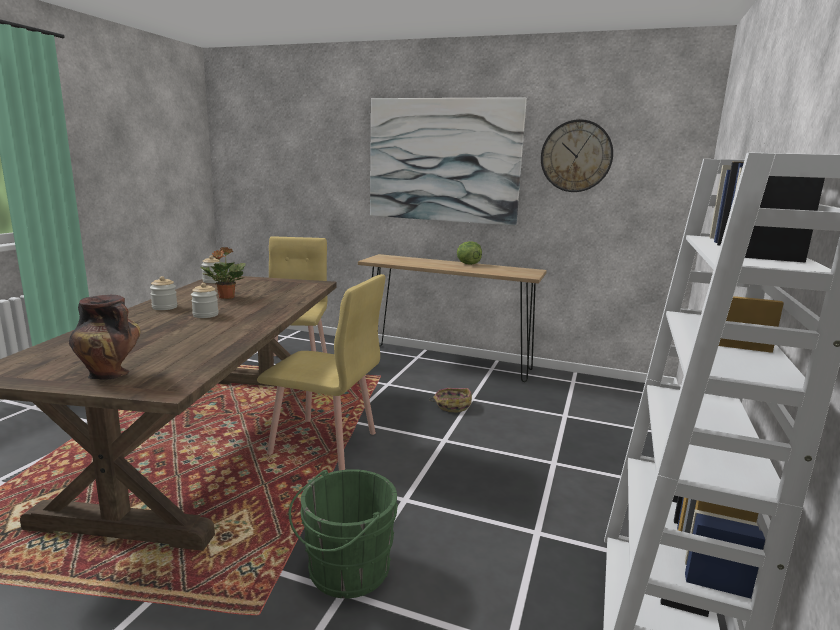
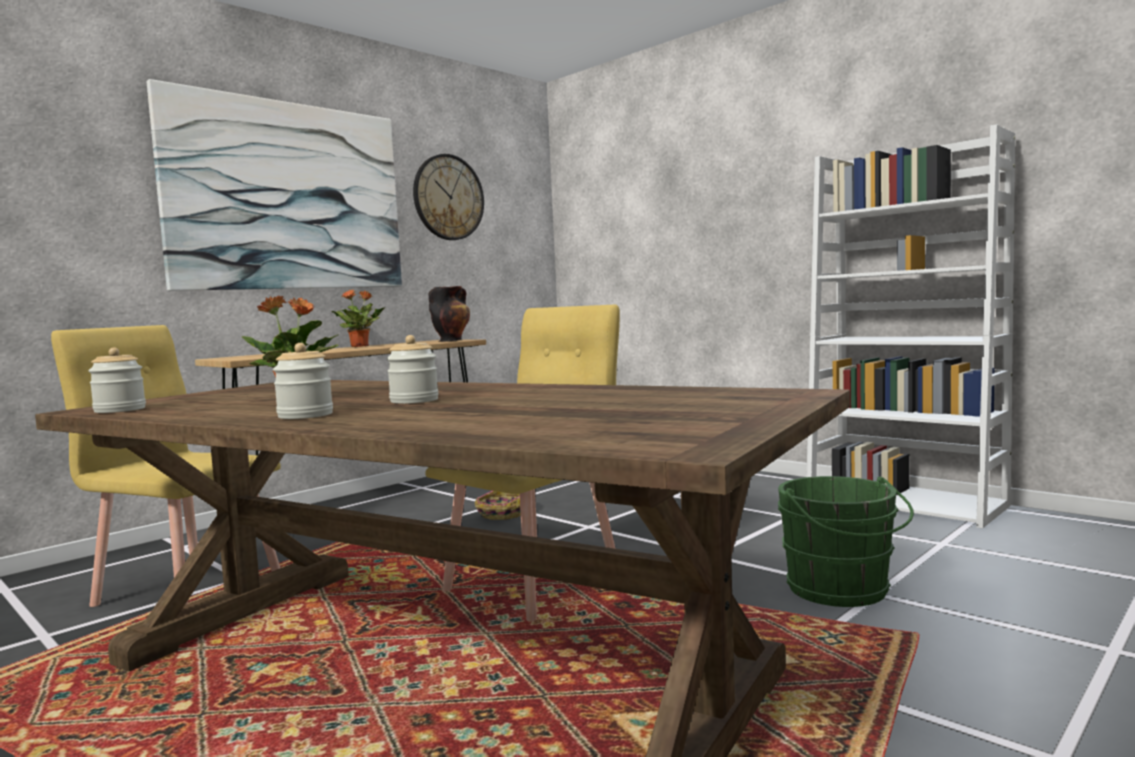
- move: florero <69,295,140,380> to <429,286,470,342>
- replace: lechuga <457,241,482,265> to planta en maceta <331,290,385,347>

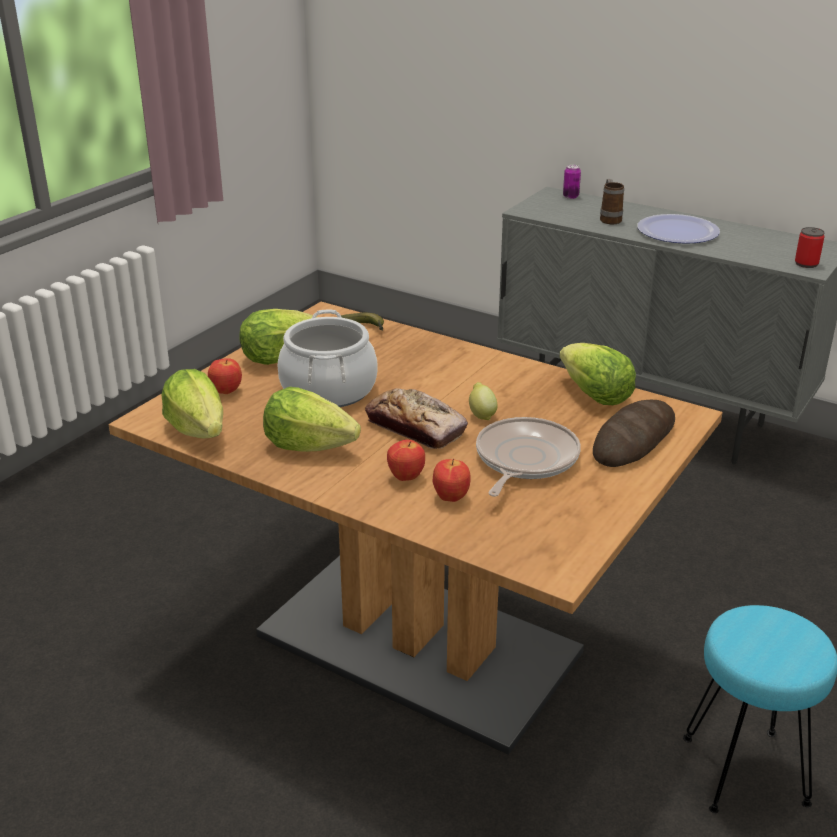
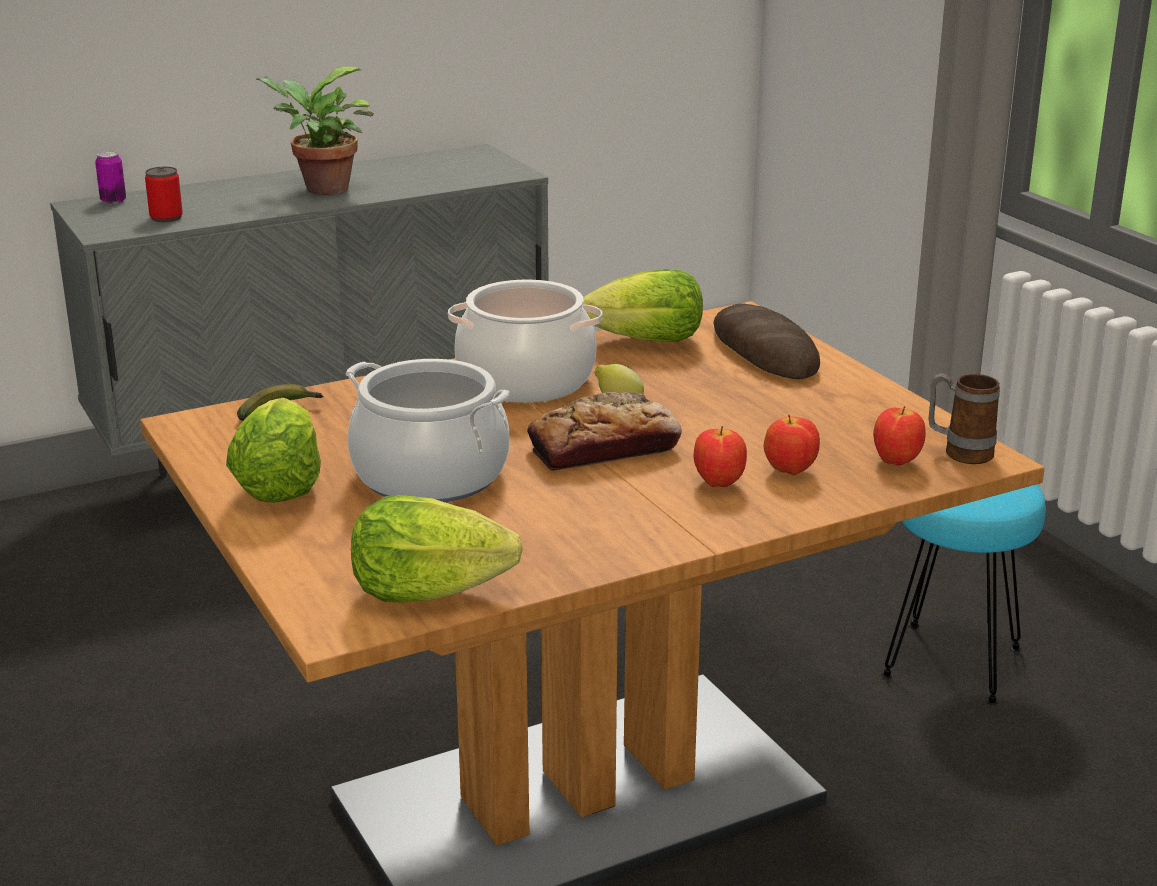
- move: manzana <208,358,242,394> to <873,406,926,466>
- delete: lechuga <263,387,361,452>
- delete: sartén <476,417,581,497>
- move: taza grande <600,179,624,224> to <929,373,1000,464>
- replace: plato <637,214,720,244> to planta en maceta <256,67,374,195>
- move: lata <795,227,825,268> to <145,167,183,222>
- insert: olla <448,280,602,403>

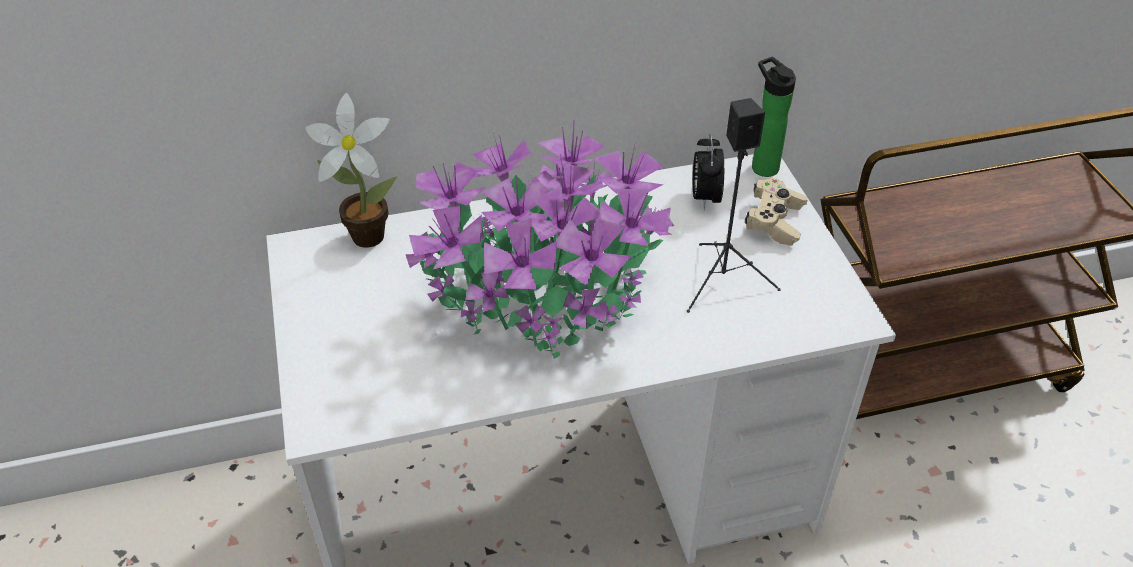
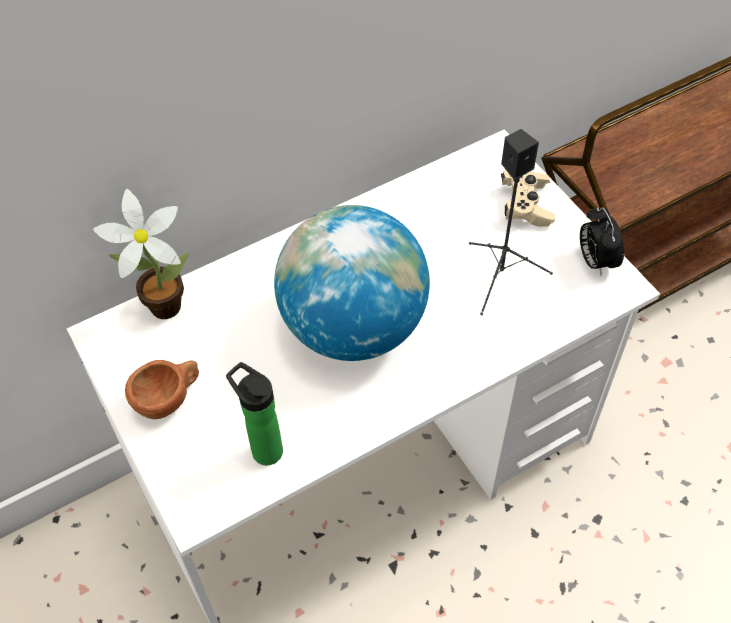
- replace: planta en maceta <406,120,674,359> to globo terráqueo <274,205,430,361>
- move: despertador <693,134,724,210> to <580,207,624,276>
- move: botella <752,57,796,177> to <226,362,283,465>
- insert: taza/marrón <125,360,199,419>

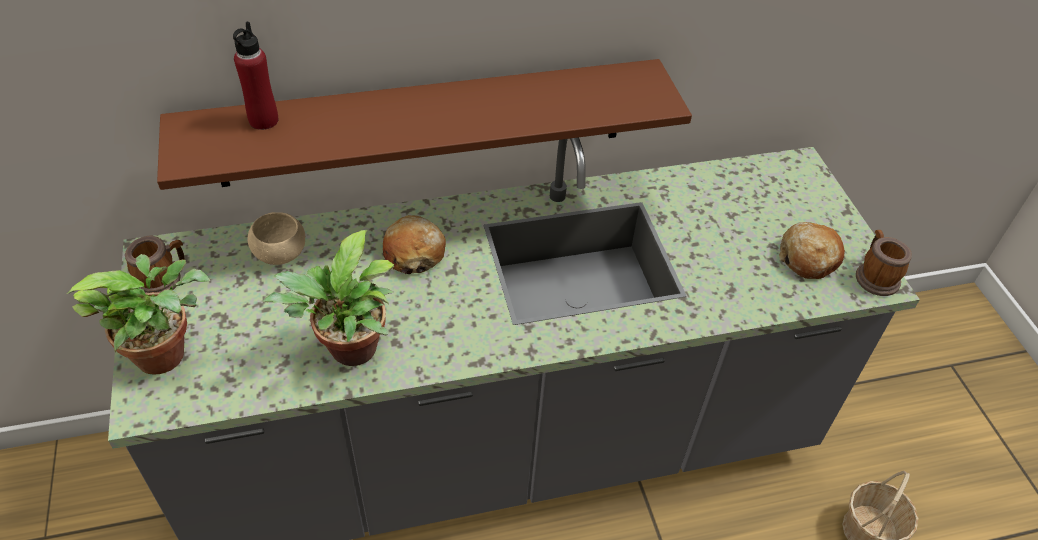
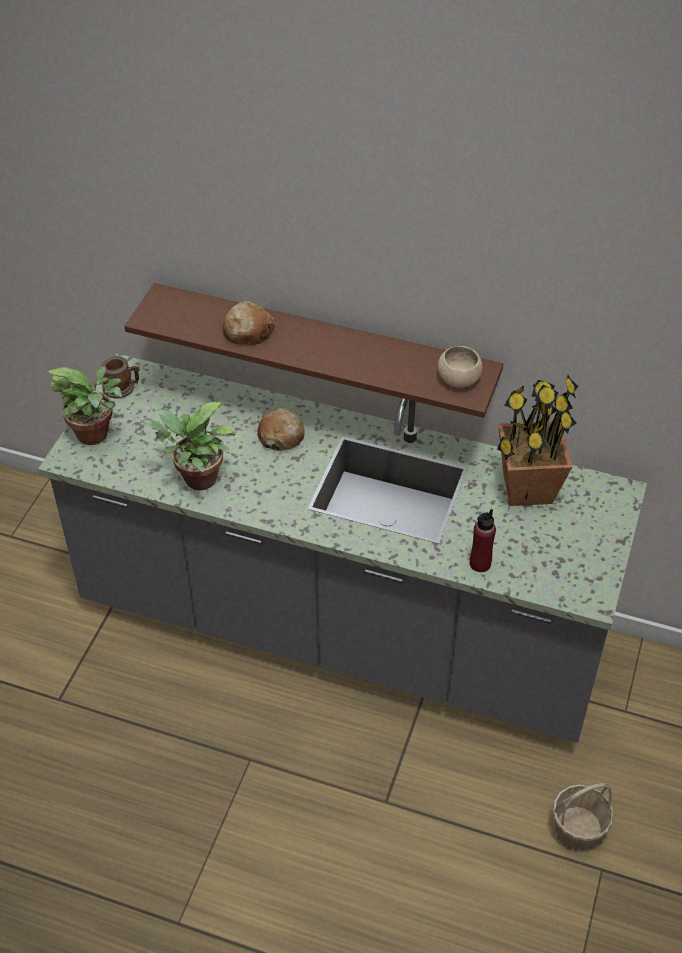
- move: botella/rojo <233,22,278,130> to <470,509,496,572>
- move: cuenco/beis <247,212,305,265> to <438,346,482,388>
- move: pan <779,222,845,279> to <223,301,275,345>
- delete: taza grande <856,230,912,296>
- insert: planta en maceta <497,375,578,506>

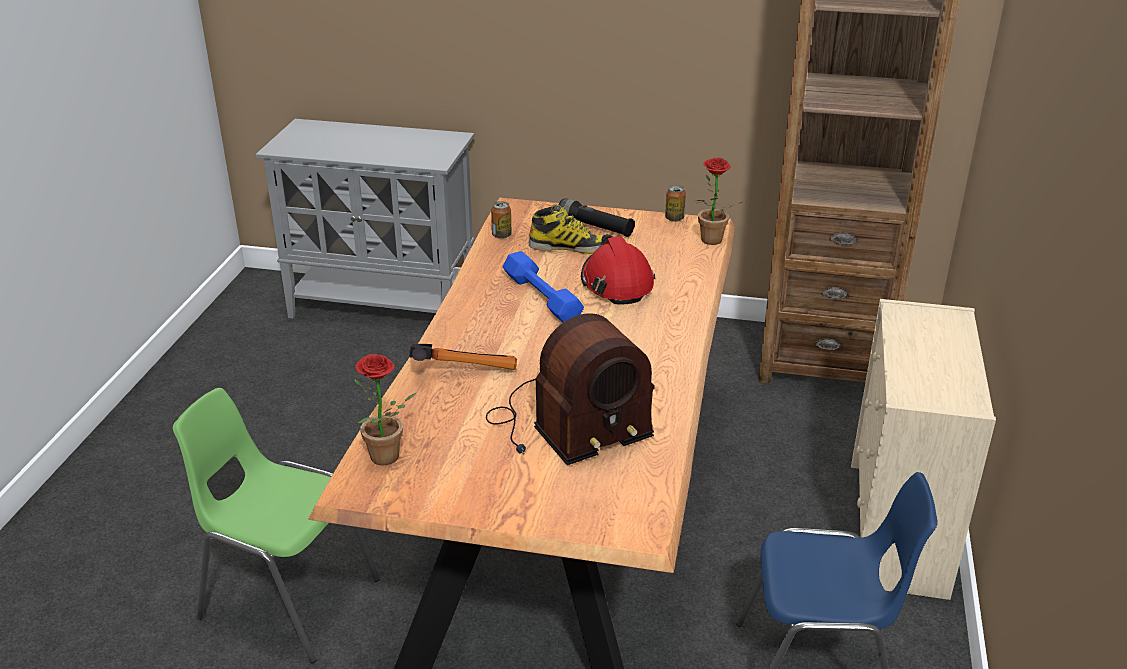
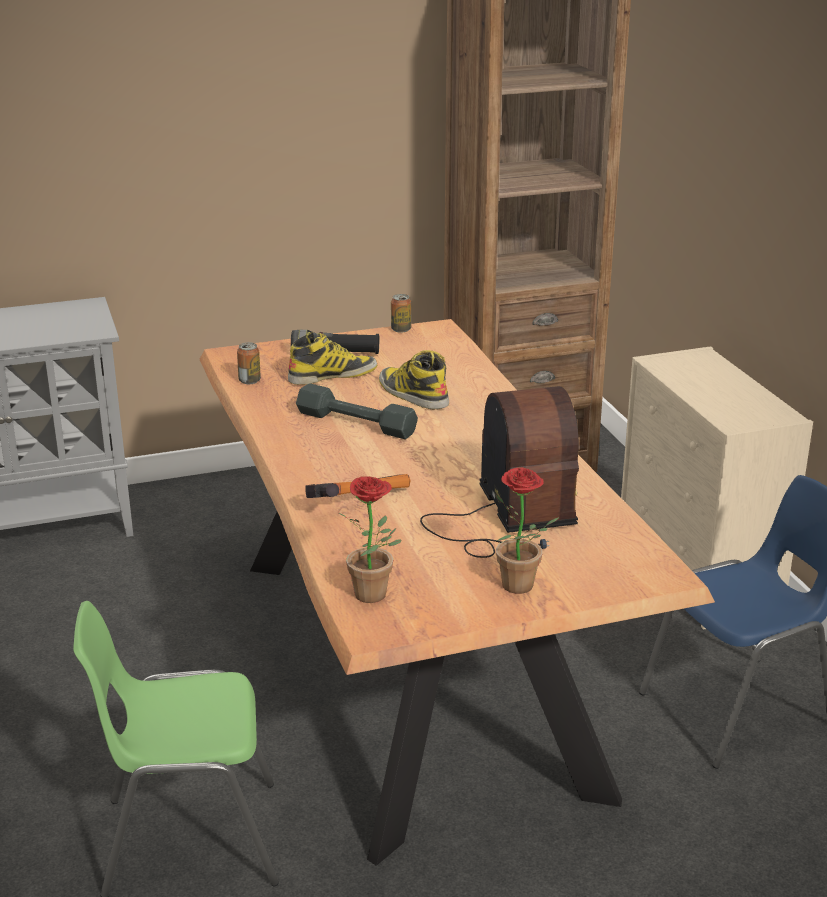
- rotate: radio <486,313,655,465> = <420,386,579,558> 45 degrees counterclockwise
- recolor: mancuerna/azul <502,251,584,322> to mancuerna/gris <296,383,418,439>
- replace: casco/rojo <581,234,656,305> to bota <379,350,449,409>
- move: planta en maceta <693,158,745,245> to <496,467,559,594>

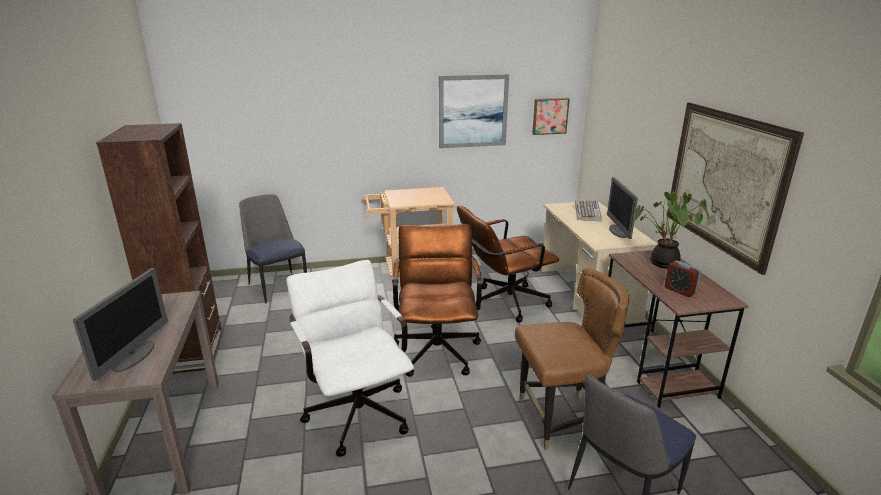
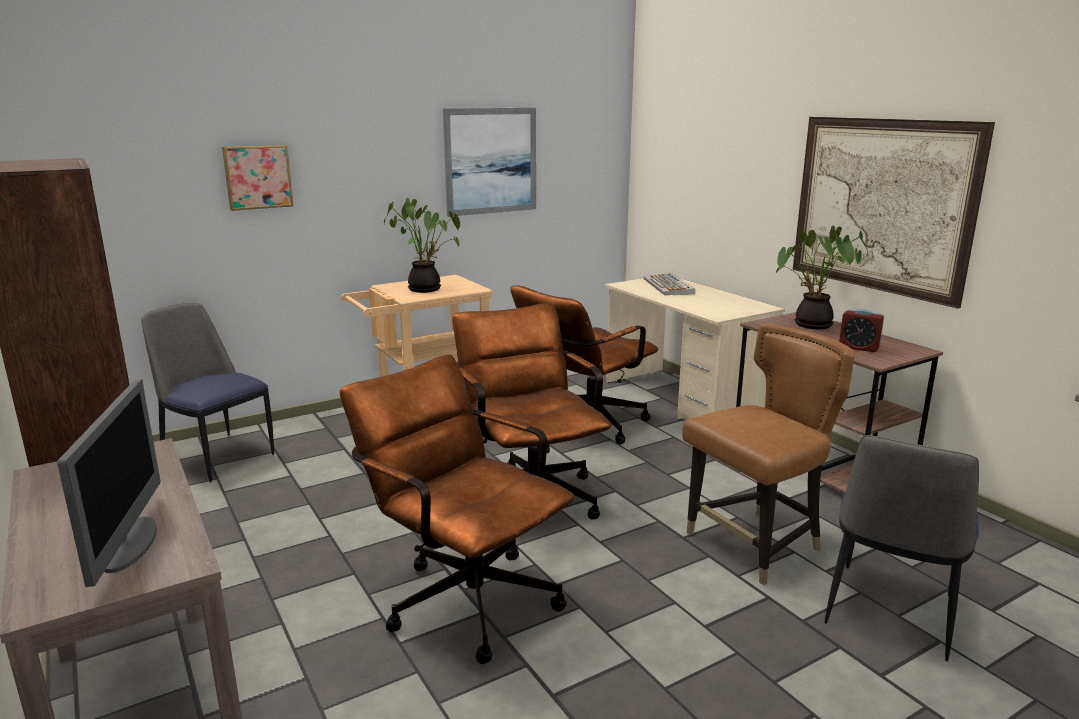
- recolor: silla de oficina/blanco <287,260,414,457> to silla de oficina/marrón <340,354,575,664>
- move: cuadro <532,98,570,135> to <222,145,293,211>
- delete: monitor <607,177,638,239>
- insert: planta en maceta <384,198,460,293>

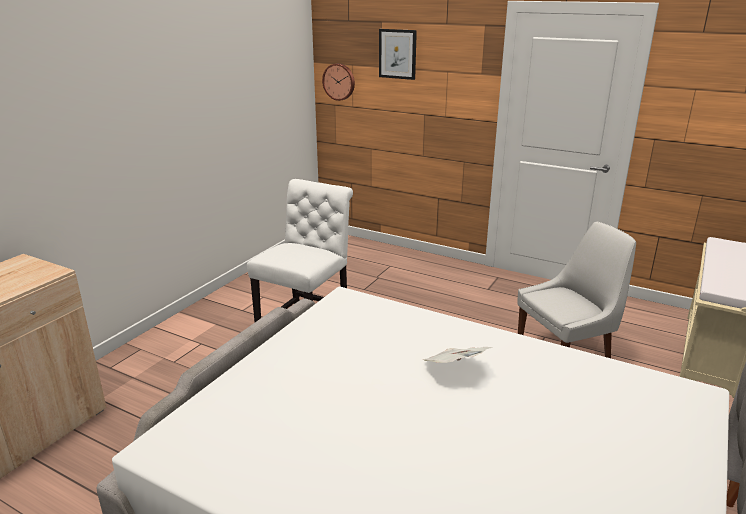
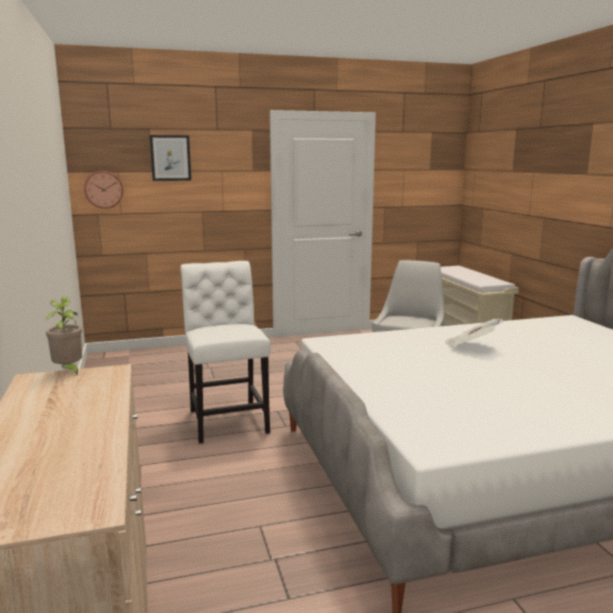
- insert: planta en maceta <45,297,82,375>

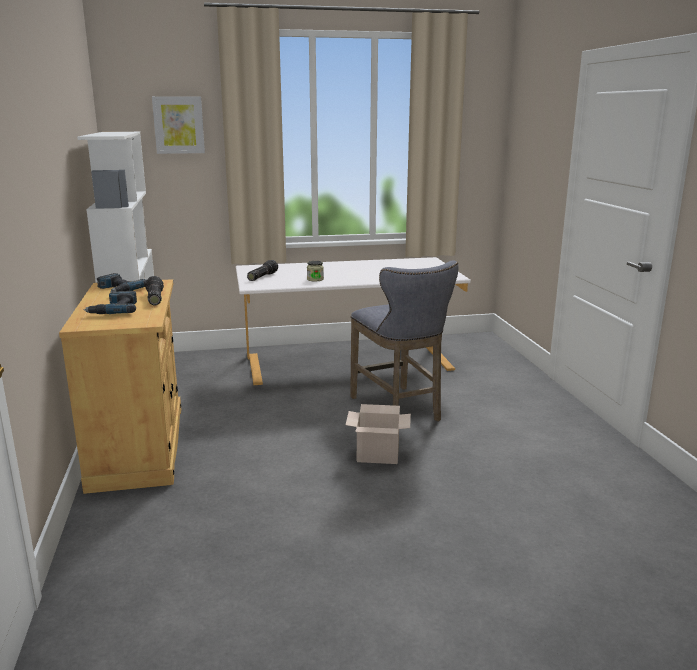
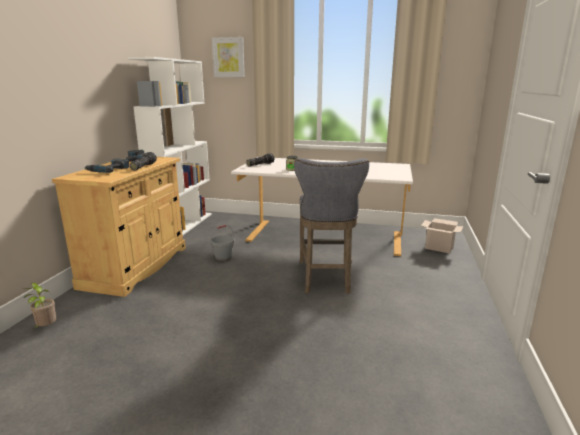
- move: caja de cartón <346,404,411,464> to <421,218,464,254>
- insert: planta en maceta <22,283,56,329>
- insert: cubo/gris <210,225,235,261>

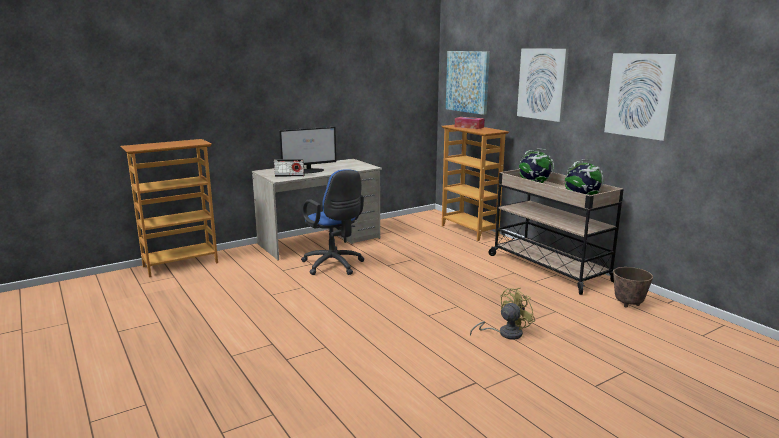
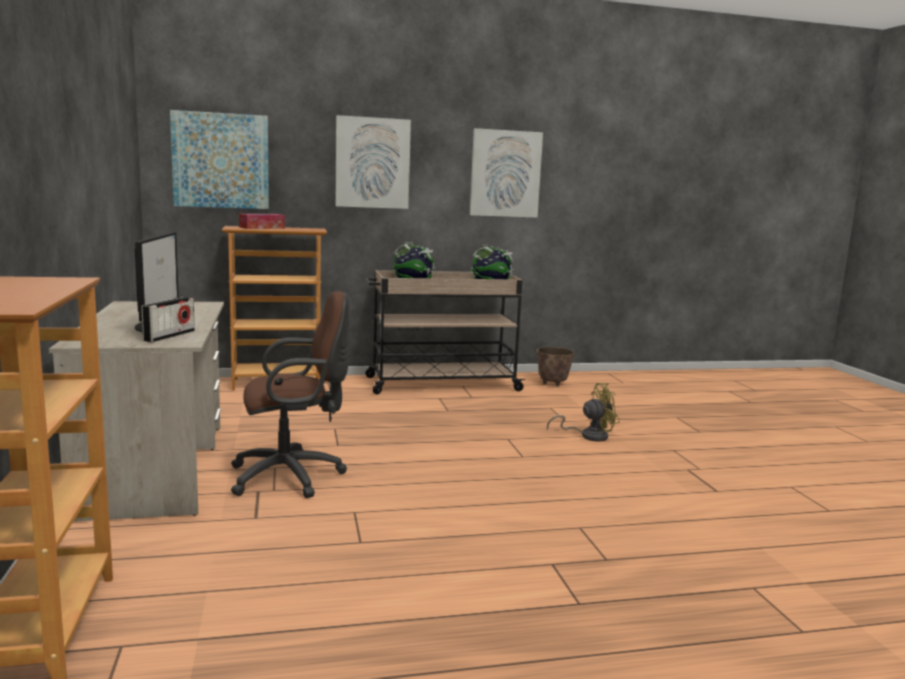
- recolor: silla de oficina/azul <301,169,365,275> to silla de oficina/marrón <231,291,350,498>
- rotate: ventilador/amarillo <470,288,535,339> = <547,383,620,441> 90 degrees clockwise

